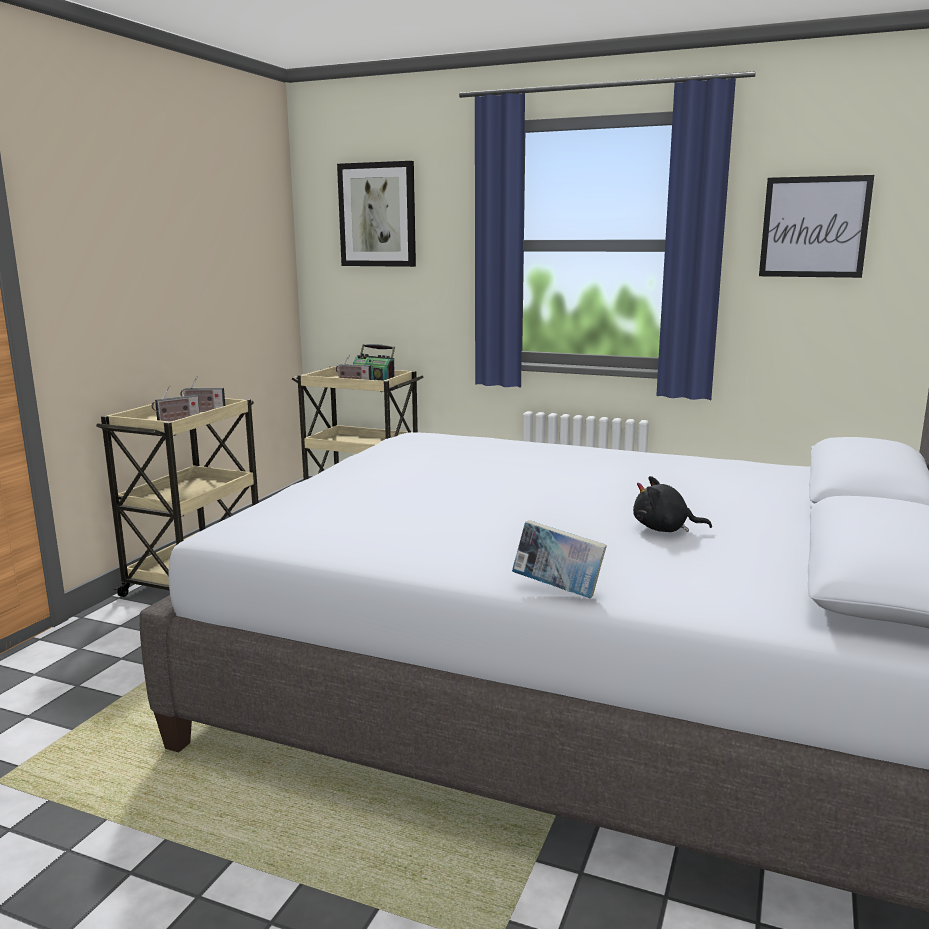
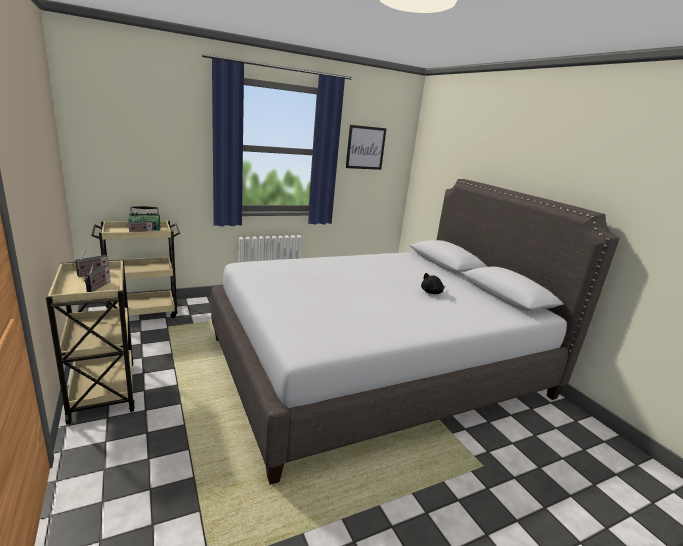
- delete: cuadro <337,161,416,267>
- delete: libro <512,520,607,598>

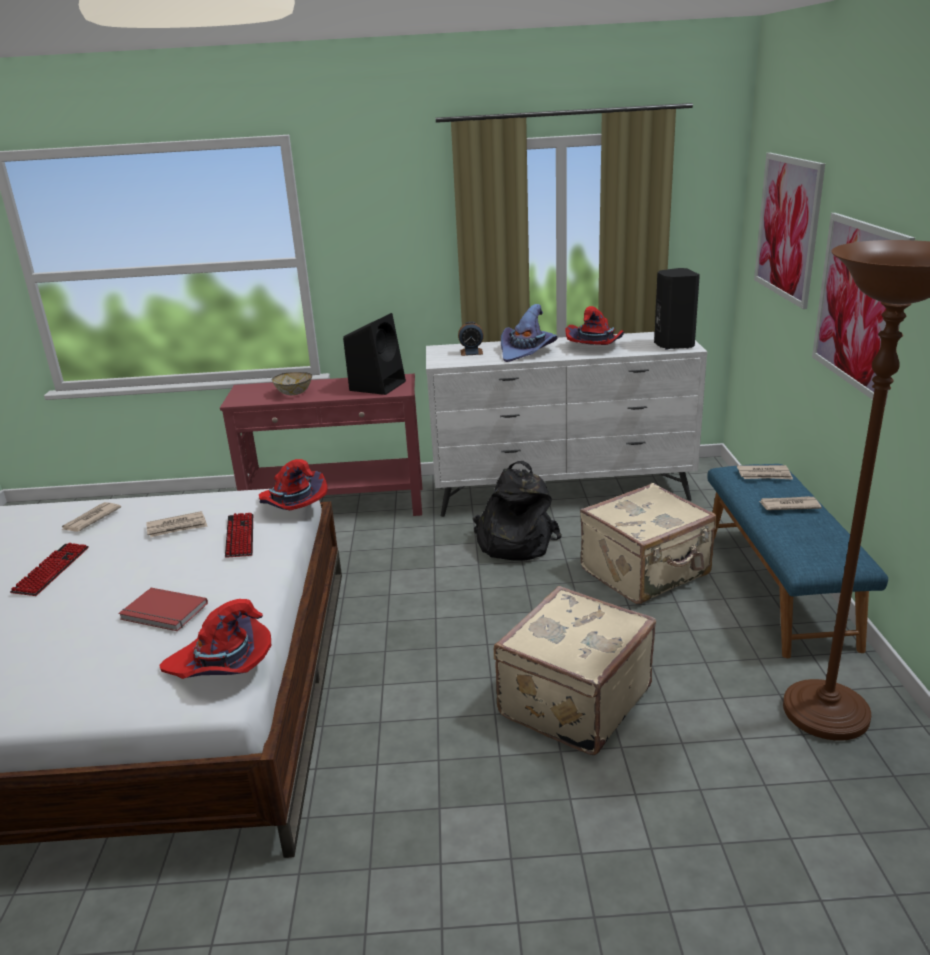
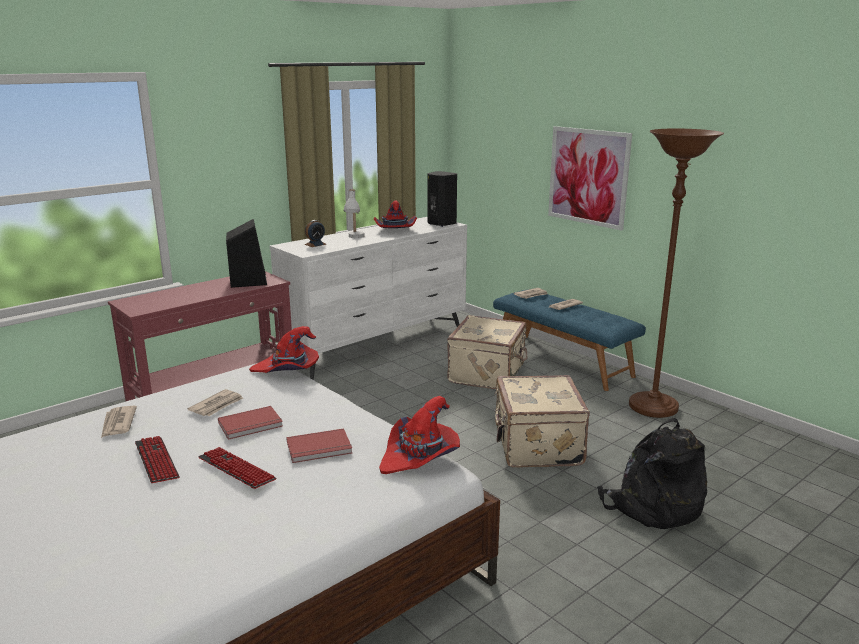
- move: teclado <225,513,253,558> to <198,447,276,489>
- delete: cuenco <272,372,312,395>
- move: mochila/negro <472,461,562,561> to <597,418,707,529>
- replace: sombrero/morado <501,304,558,362> to lámpara de mesa/blanco <344,189,365,238>
- delete: cuadro <754,153,825,309>
- insert: libro/rojo <218,406,283,440>

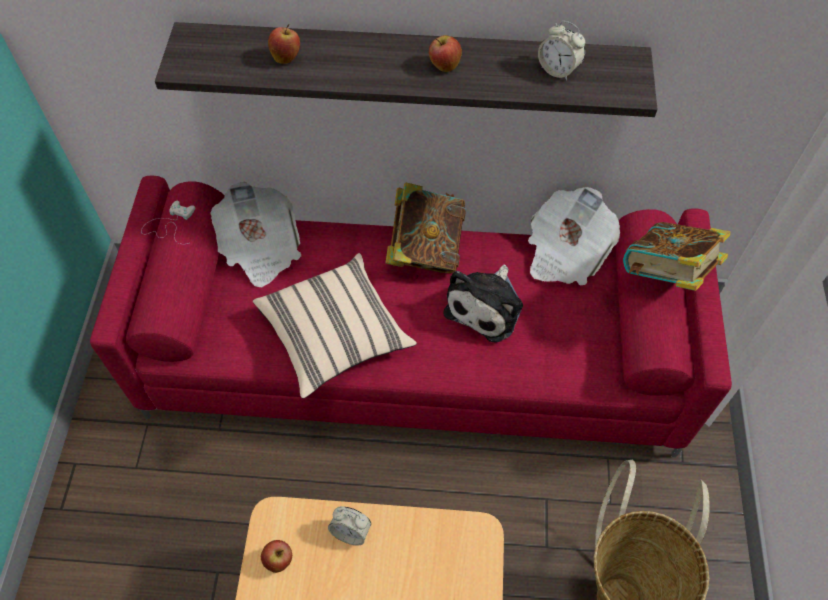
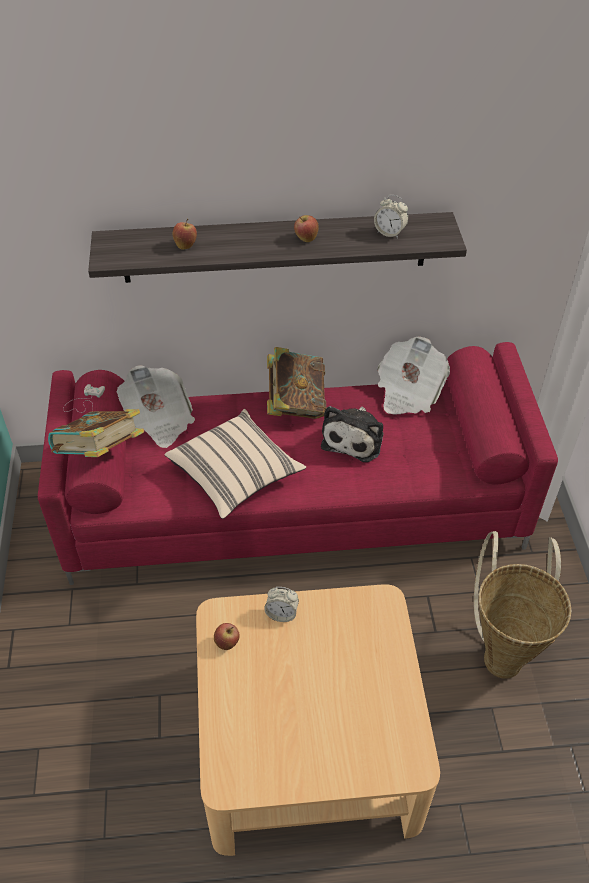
- move: libro <623,222,730,291> to <48,409,144,457>

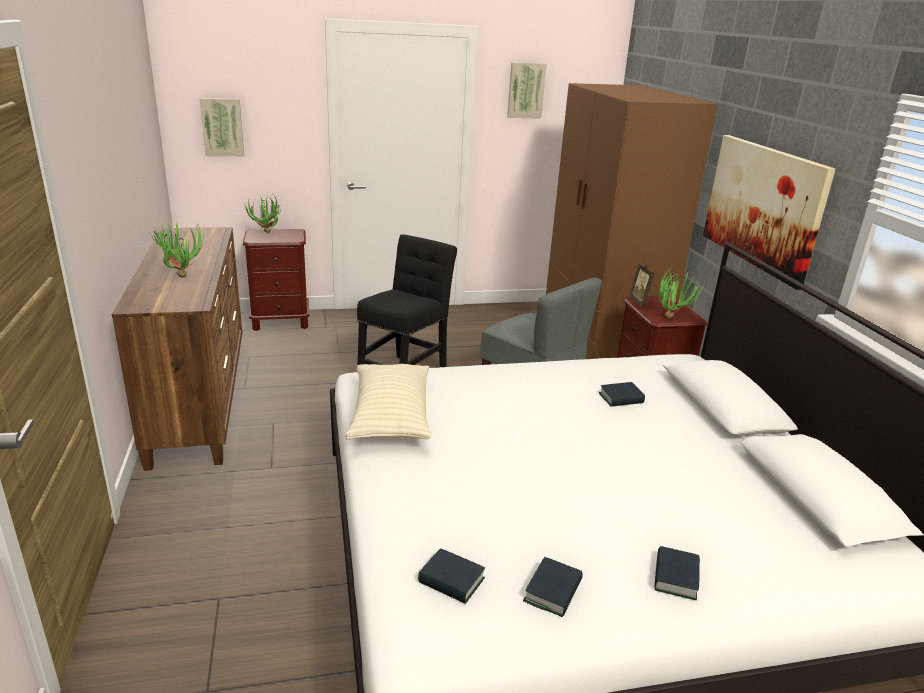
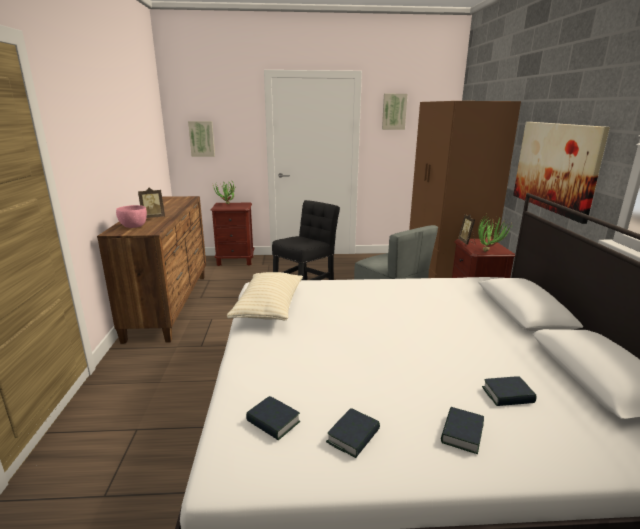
- replace: planta en maceta <151,224,204,278> to portarretratos <138,188,165,218>
- move: libro <599,382,645,407> to <482,376,536,406>
- insert: cuenco/rosa <116,205,147,228>

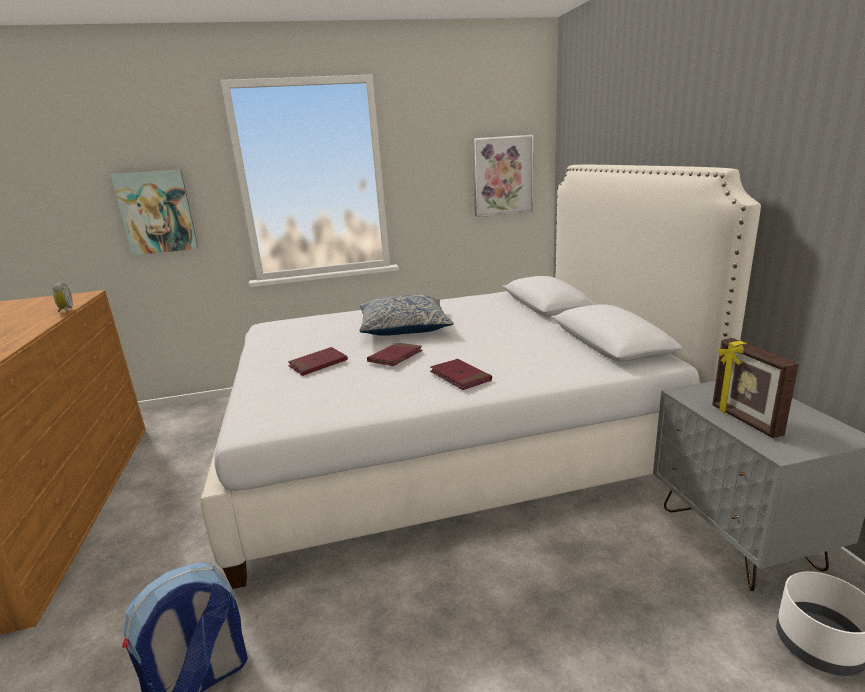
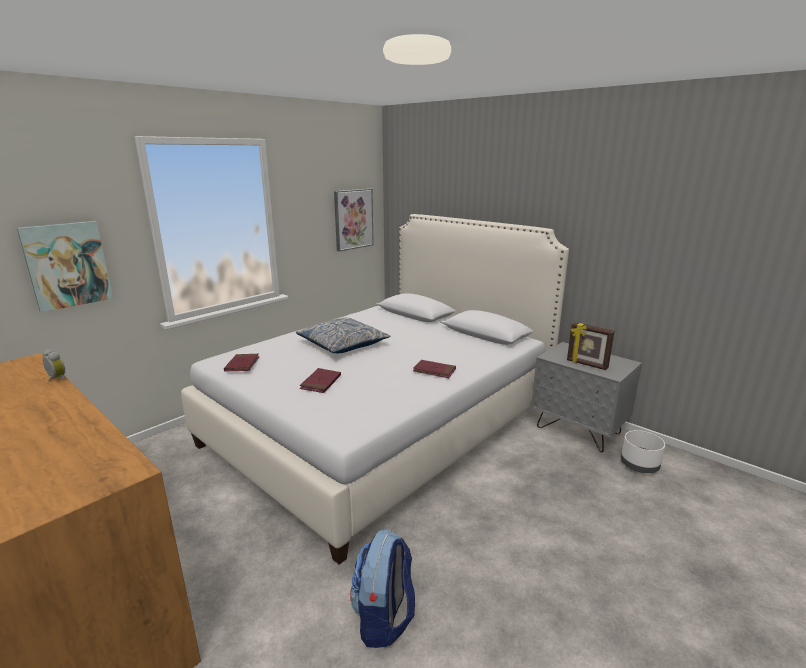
- move: libro/rojo <367,342,423,366> to <224,354,259,372>

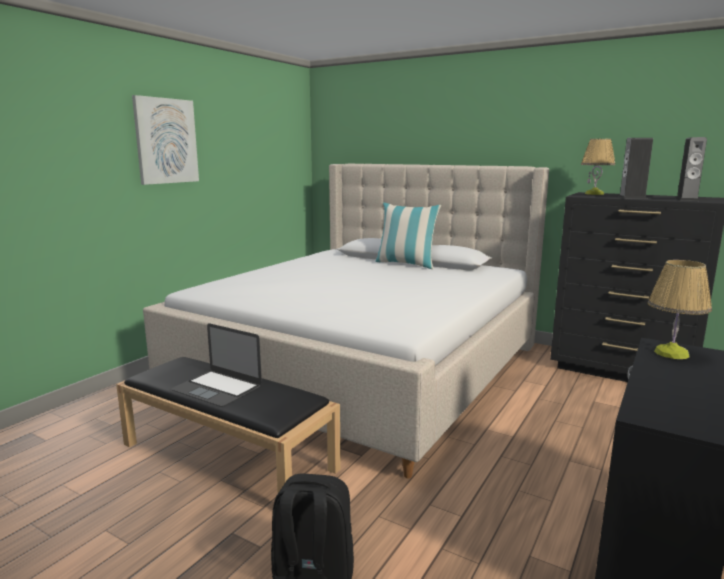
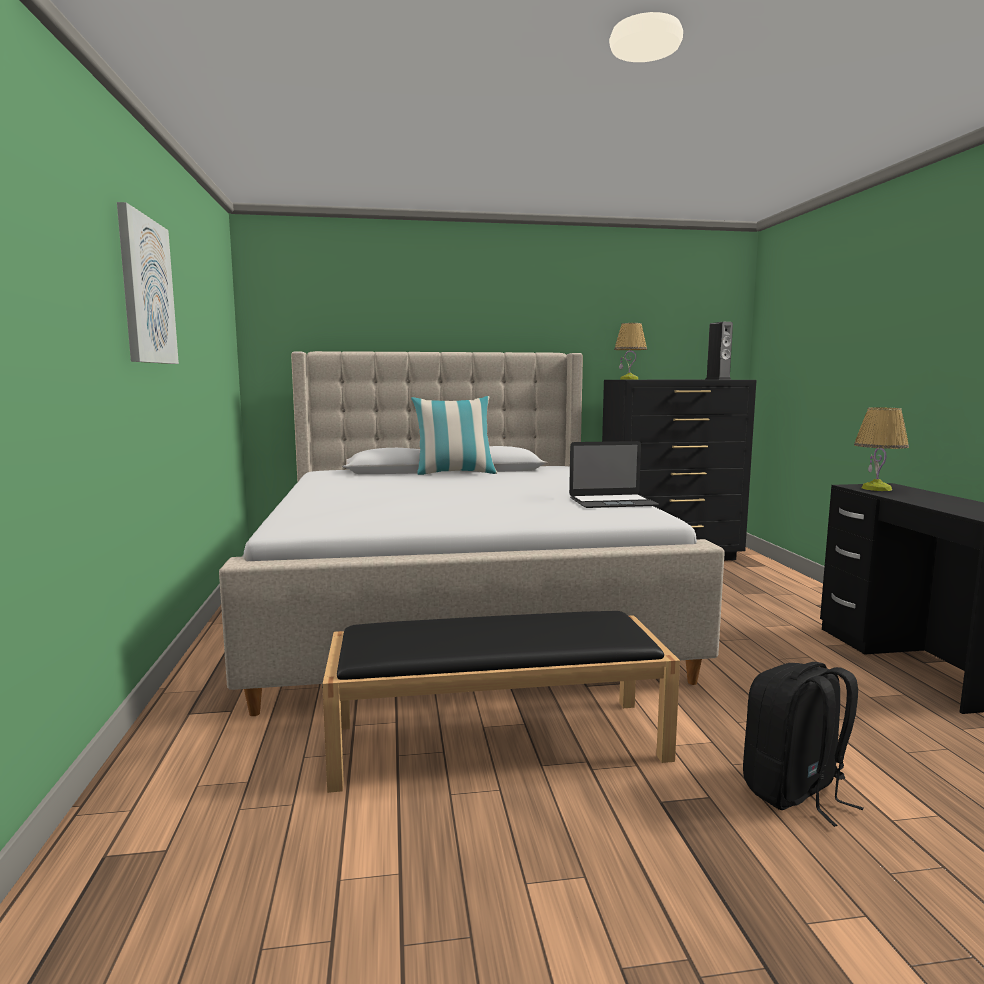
- move: portátil <171,323,262,407> to <569,441,659,508>
- delete: altavoz <618,138,653,199>

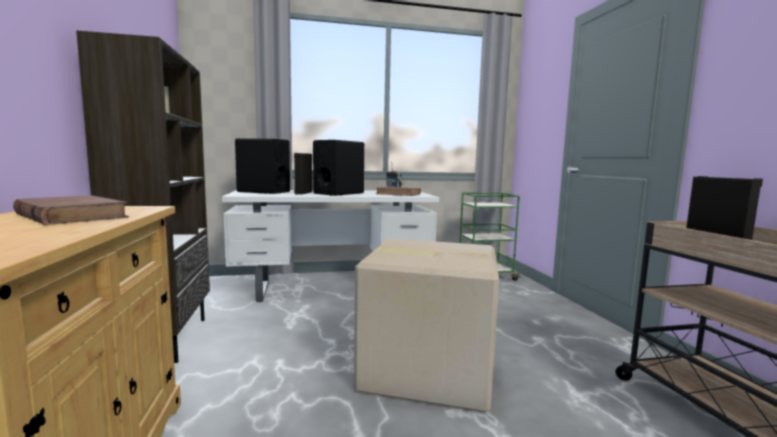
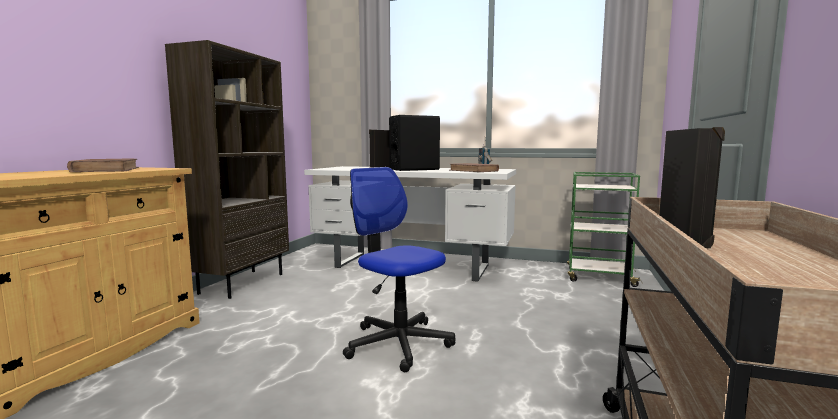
- delete: altavoz/negro <235,138,290,194>
- replace: caja de cartón <354,238,499,412> to silla de oficina <343,167,455,372>

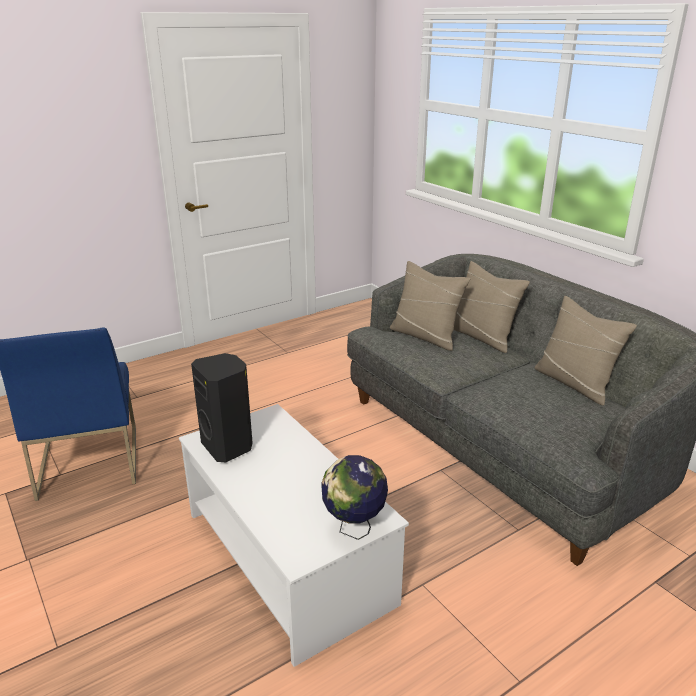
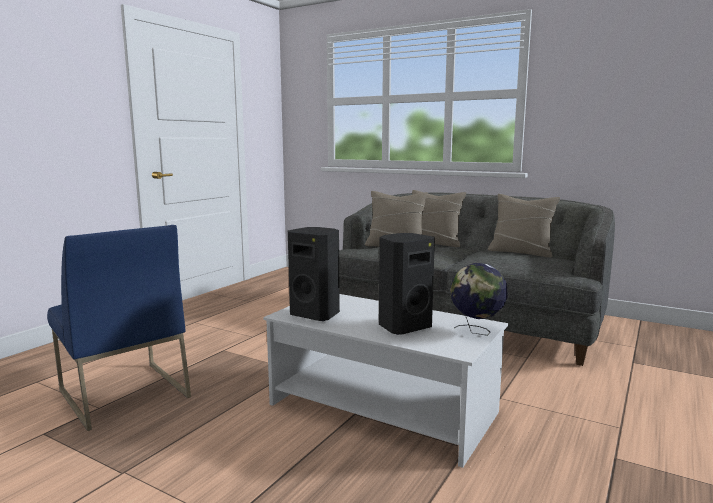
- insert: altavoz/negro <379,233,435,335>

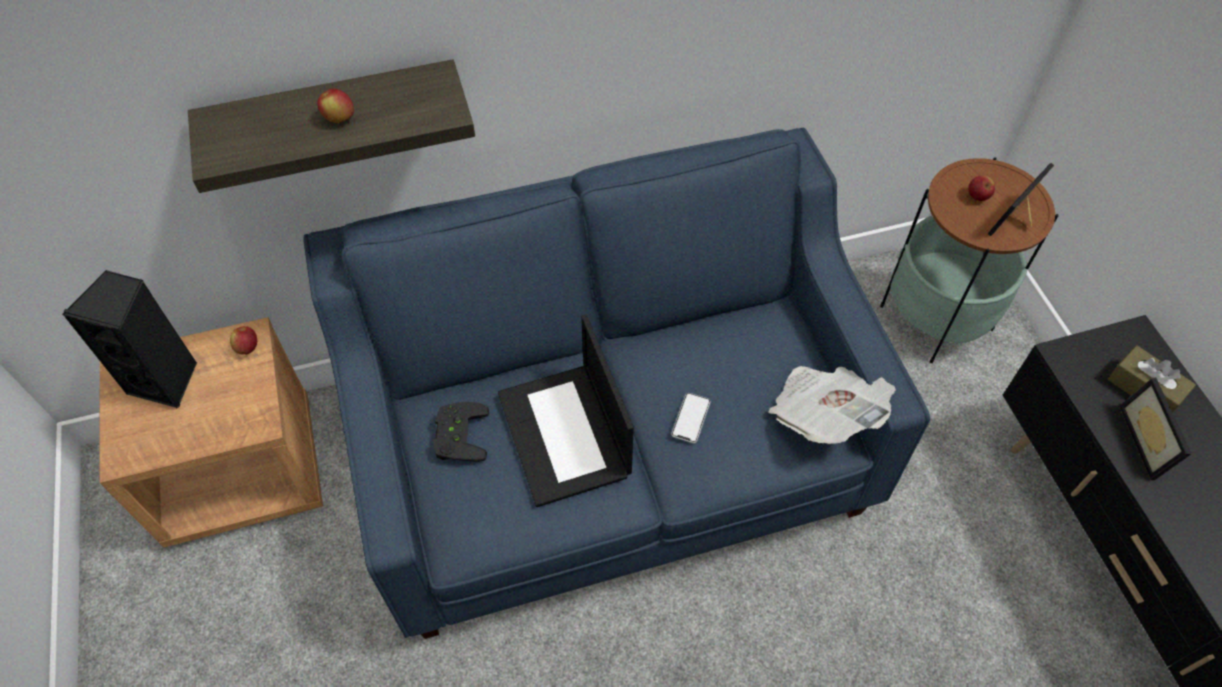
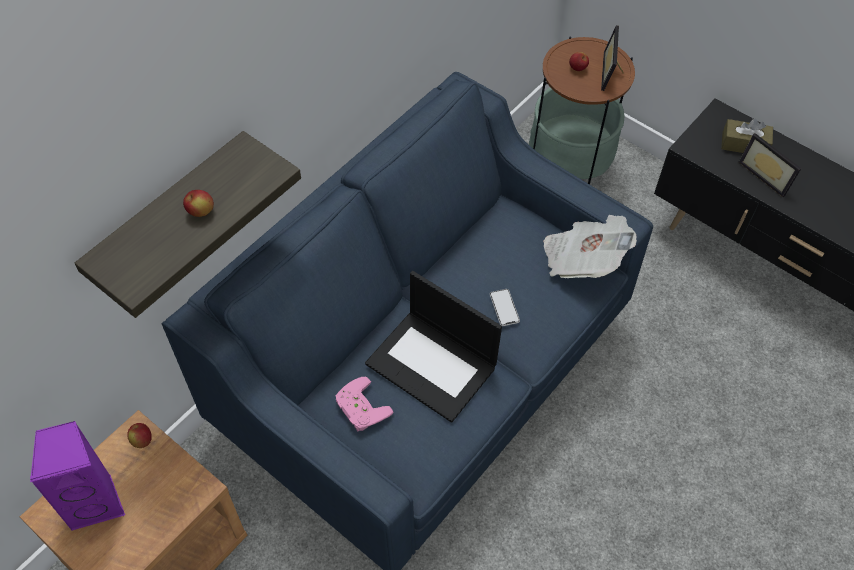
- recolor: altavoz/negro <62,270,197,409> to altavoz/morado <30,421,125,531>
- recolor: mando de consola/negro <434,402,489,462> to mando de consola/rosa <335,377,393,431>

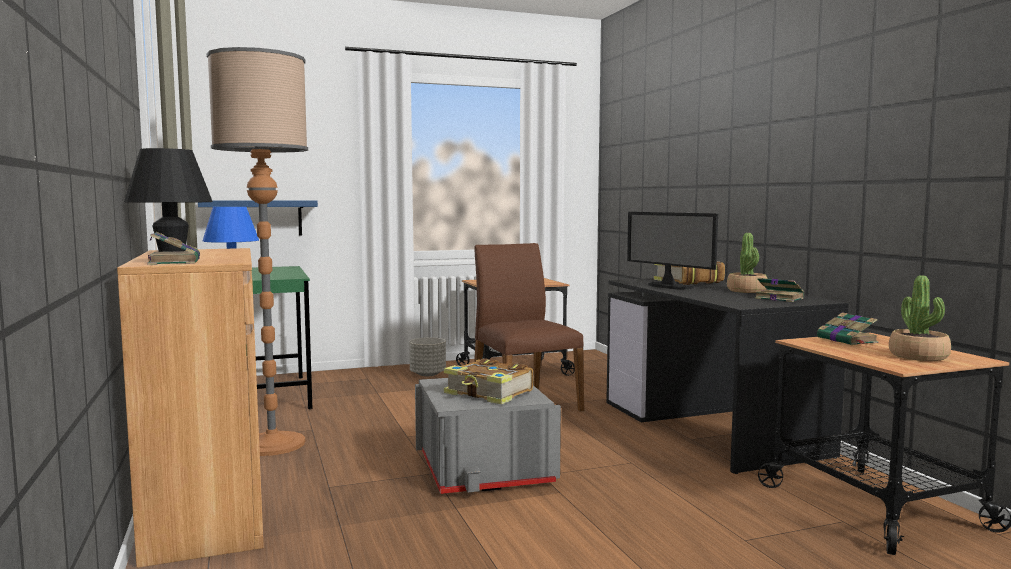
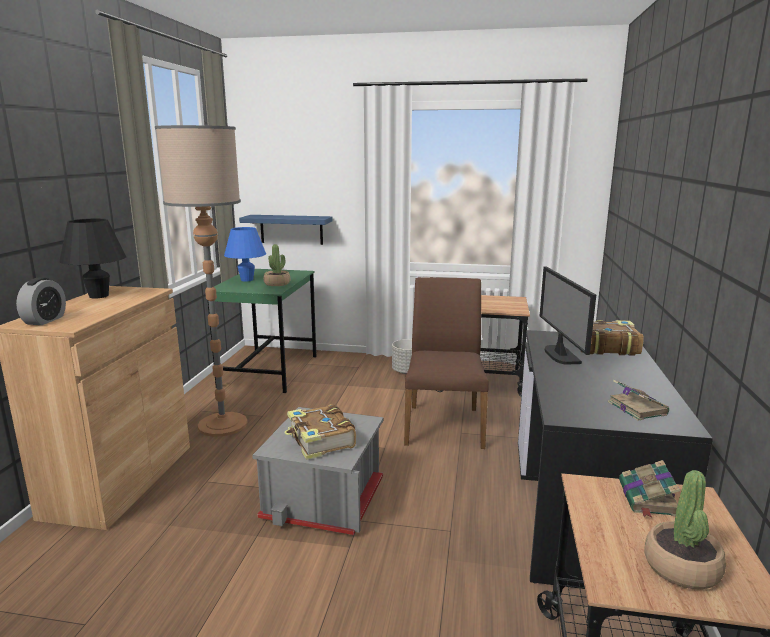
- replace: libro <147,232,200,265> to despertador <16,278,66,325>
- move: planta en maceta <727,233,768,293> to <264,244,290,286>

